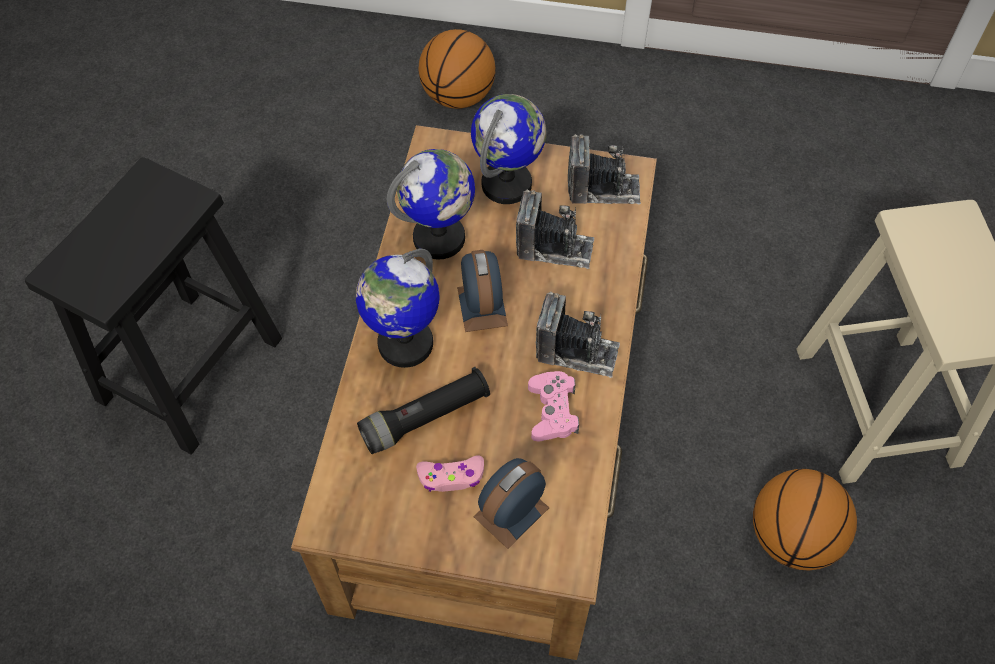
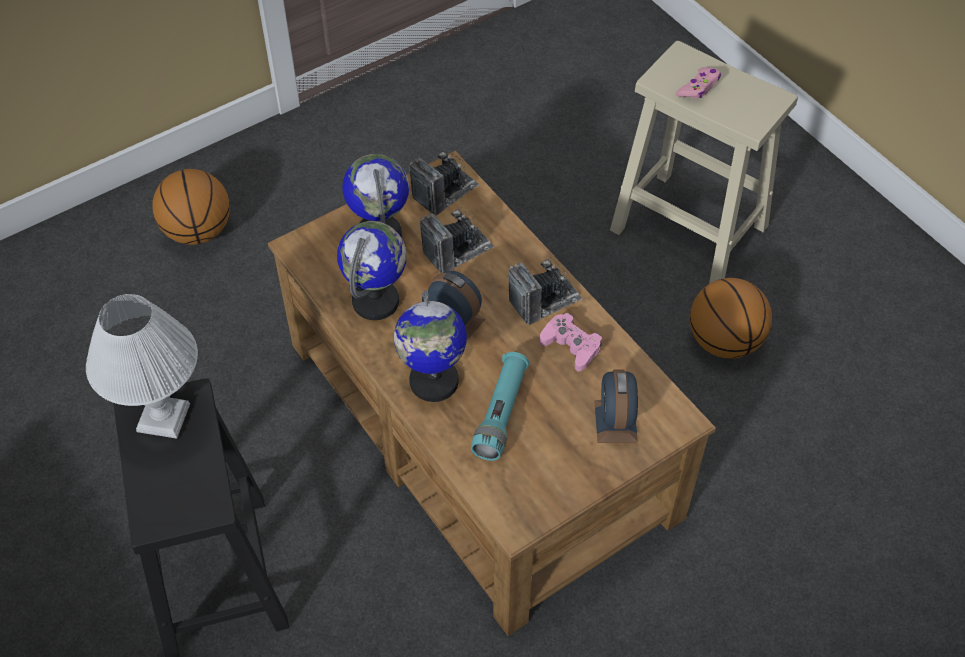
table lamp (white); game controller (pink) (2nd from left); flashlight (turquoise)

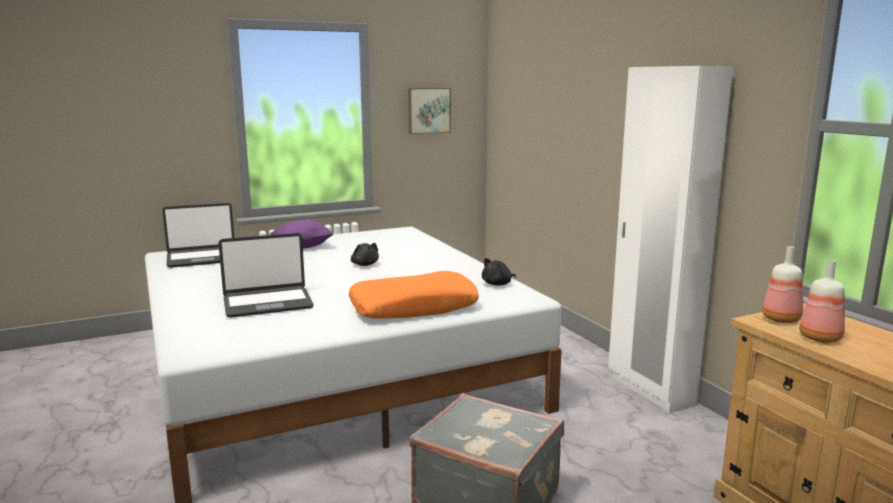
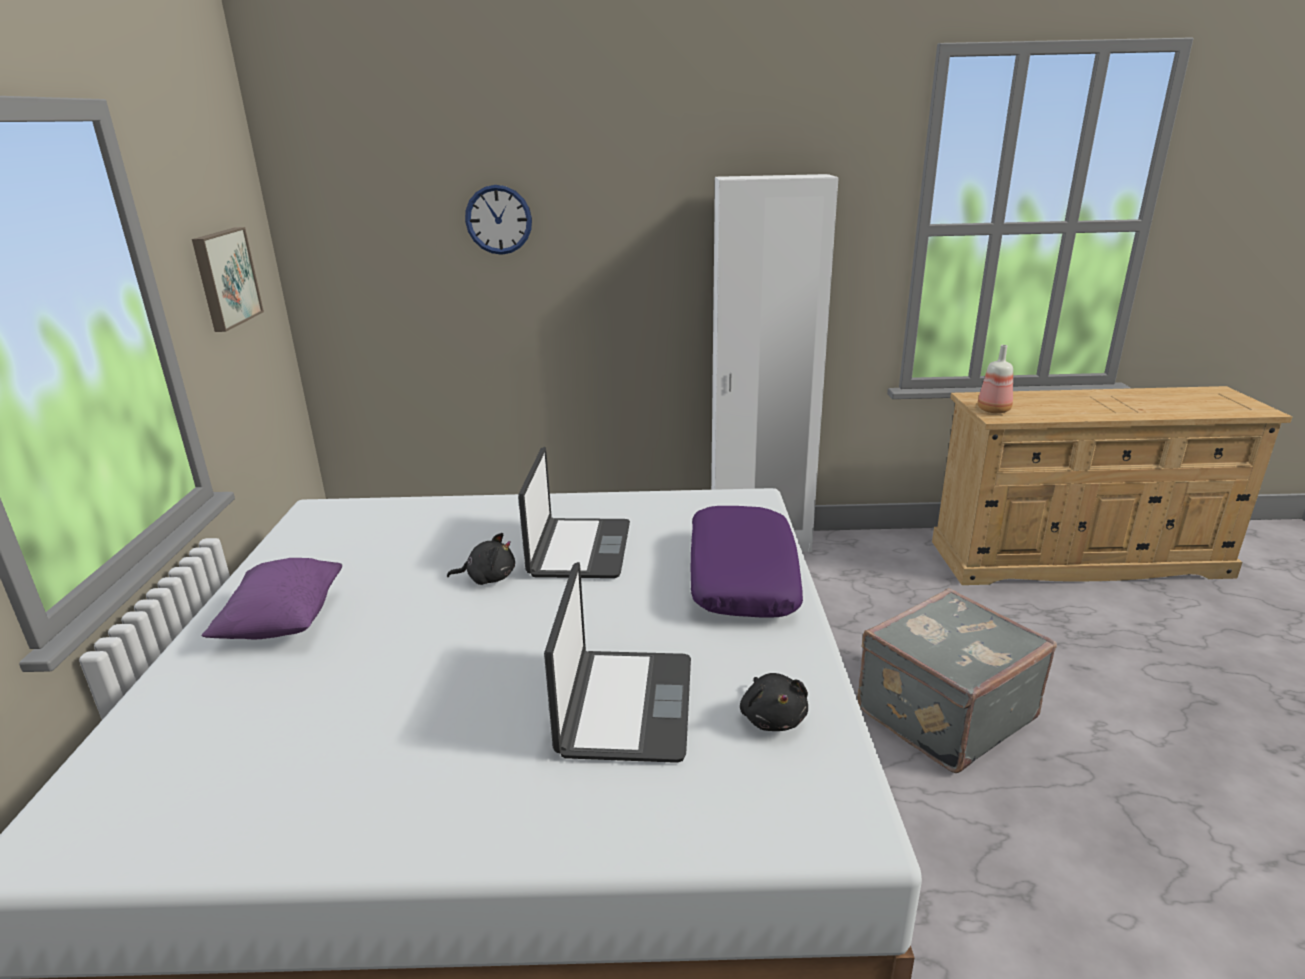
bottle (2nd from left in the first image); wall clock; laptop (1st from left); plush toy (black) (2nd from left); pillow (purple) (2nd from left)

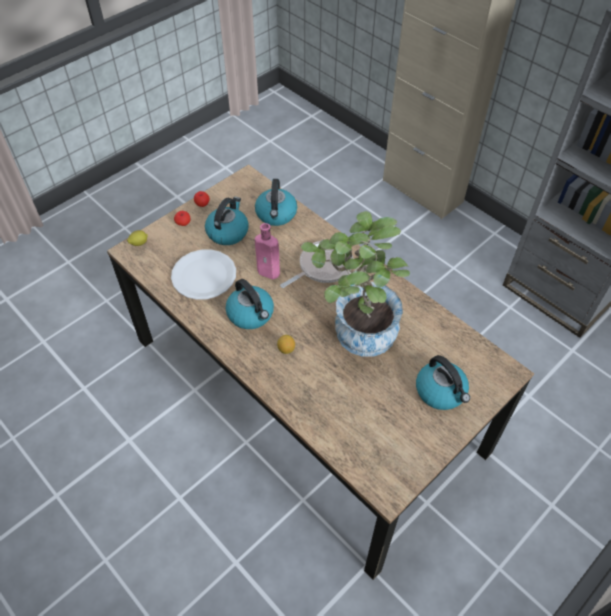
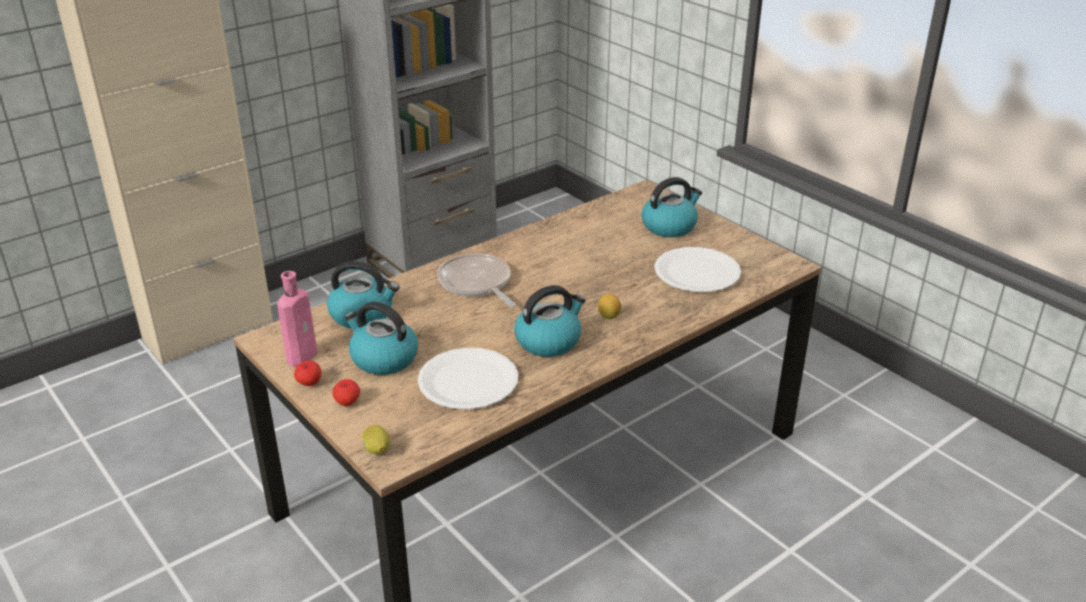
potted plant; plate (white) (2nd from left); bottle (pink)

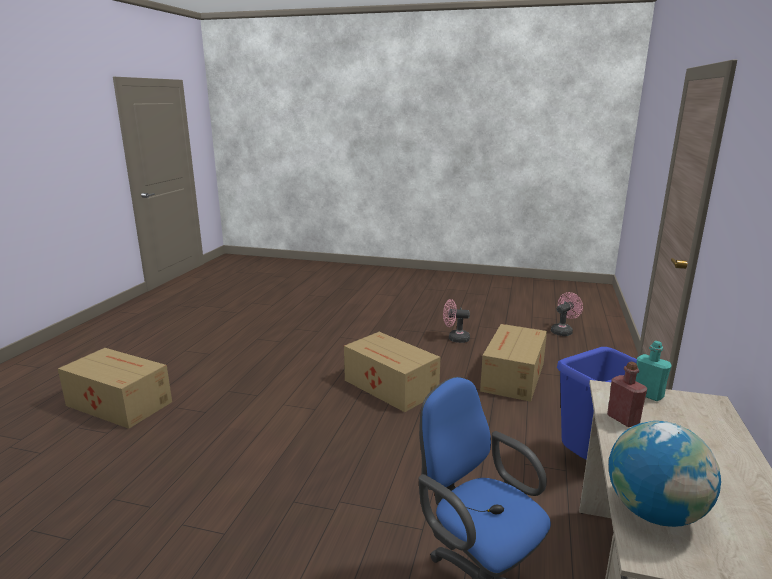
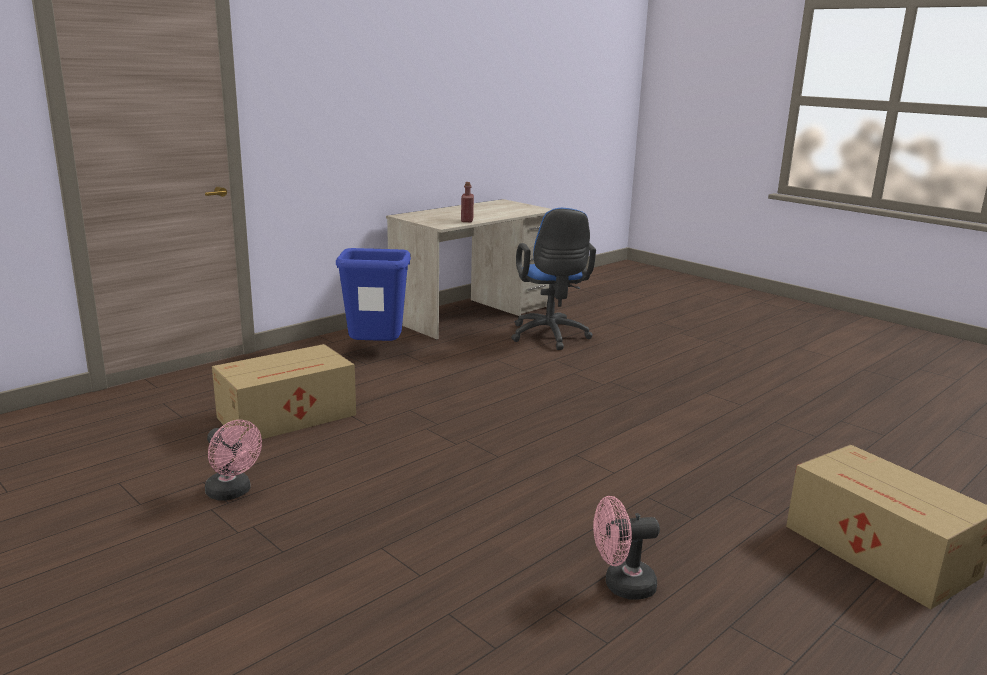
cardboard box (2nd from left in the first image); globe; bottle (turquoise); fan (pink) (2nd from left)

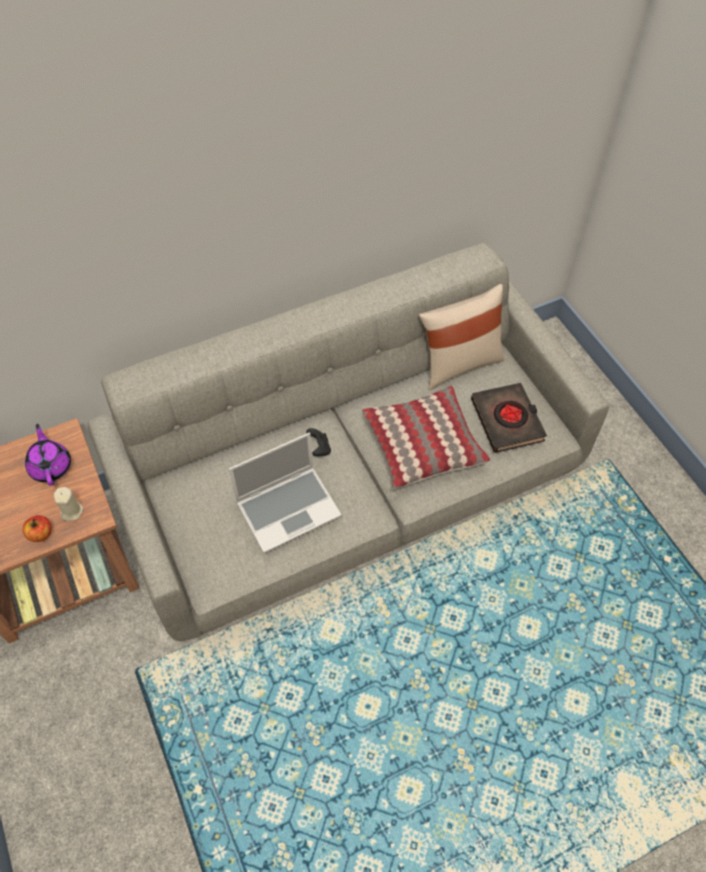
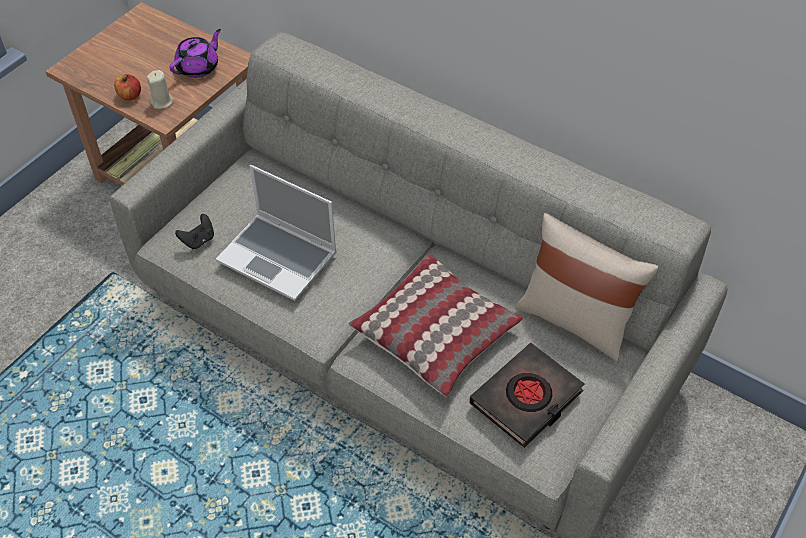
game controller (black)

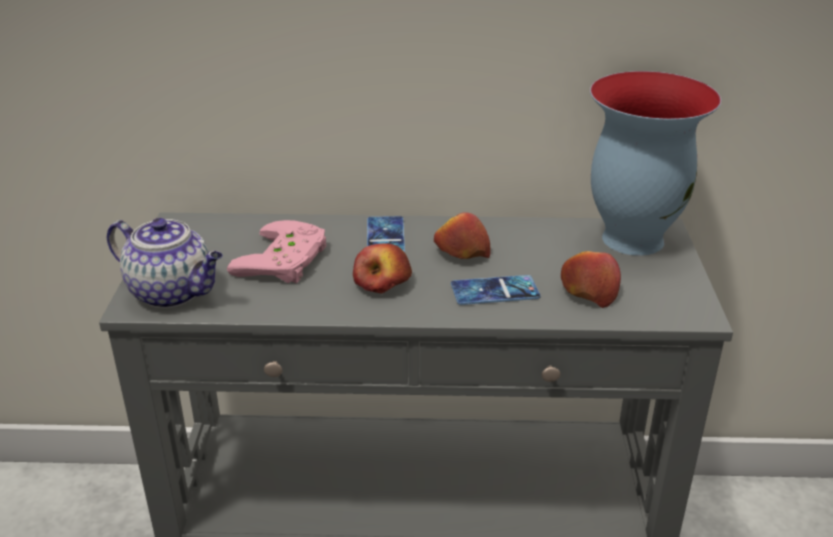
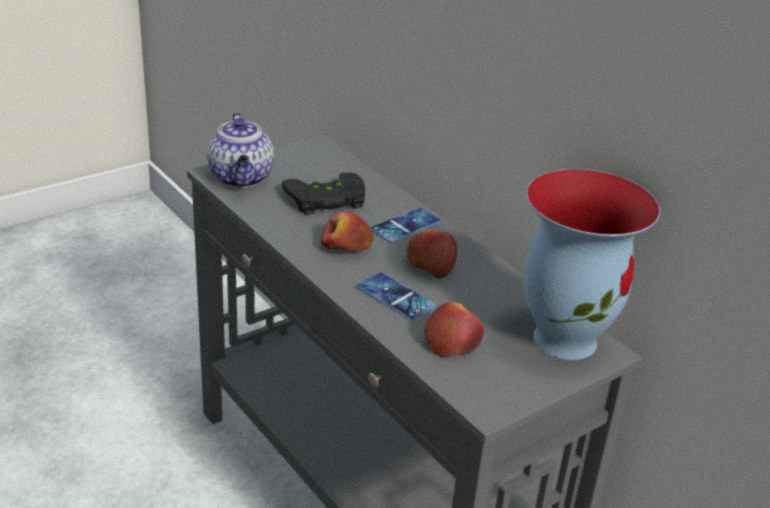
game controller (black)

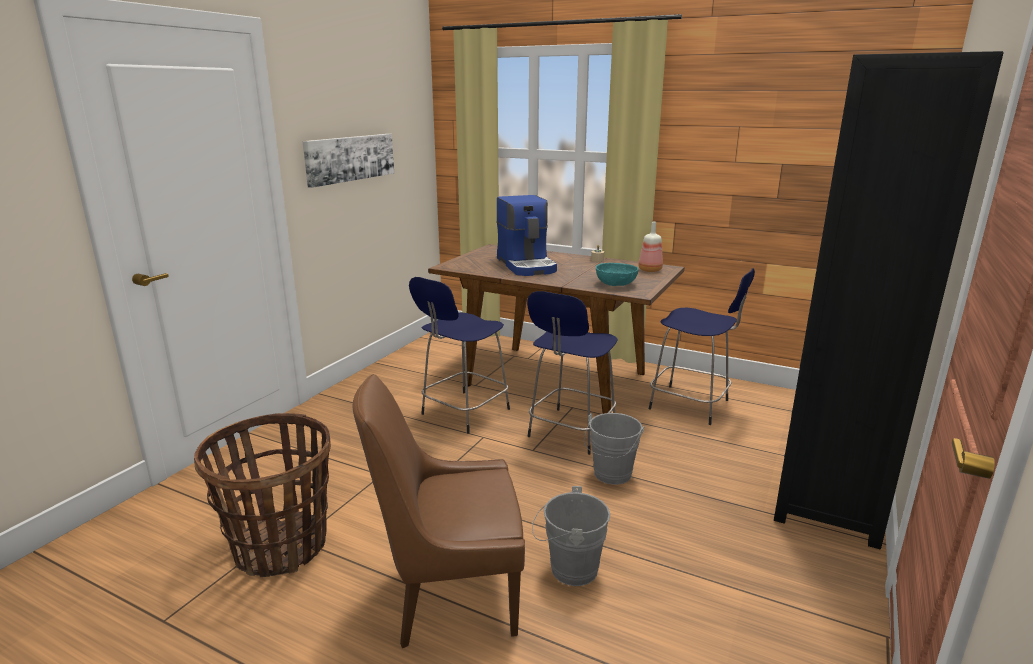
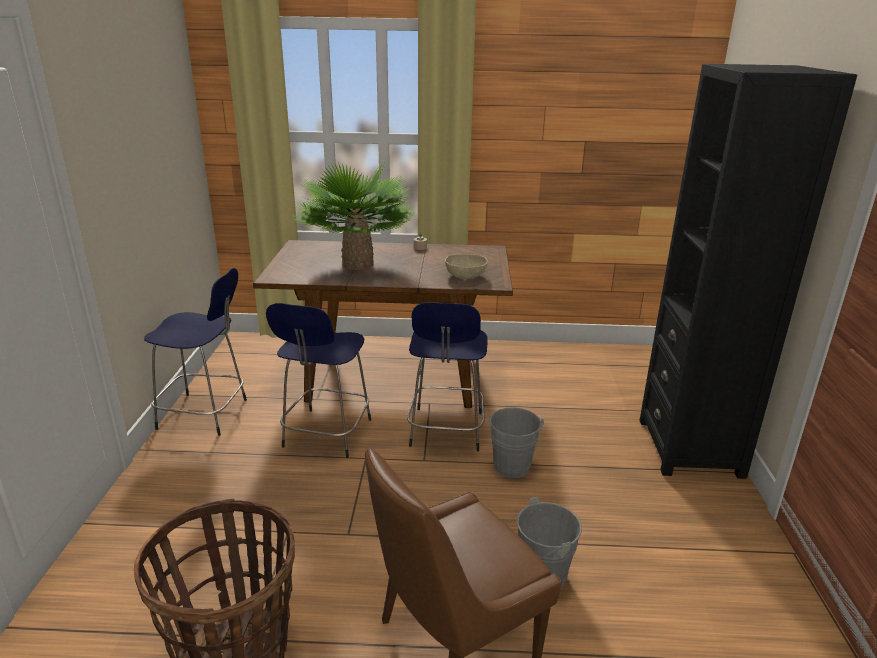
picture; bottle; stool (blue) (1st from left); potted plant; bowl (beige)

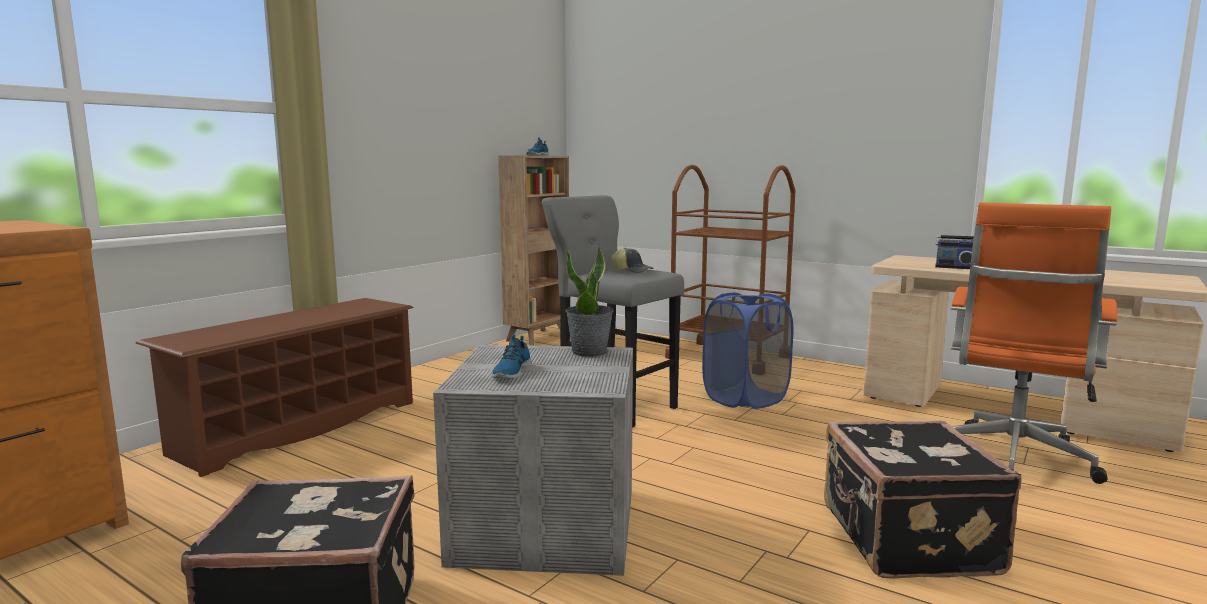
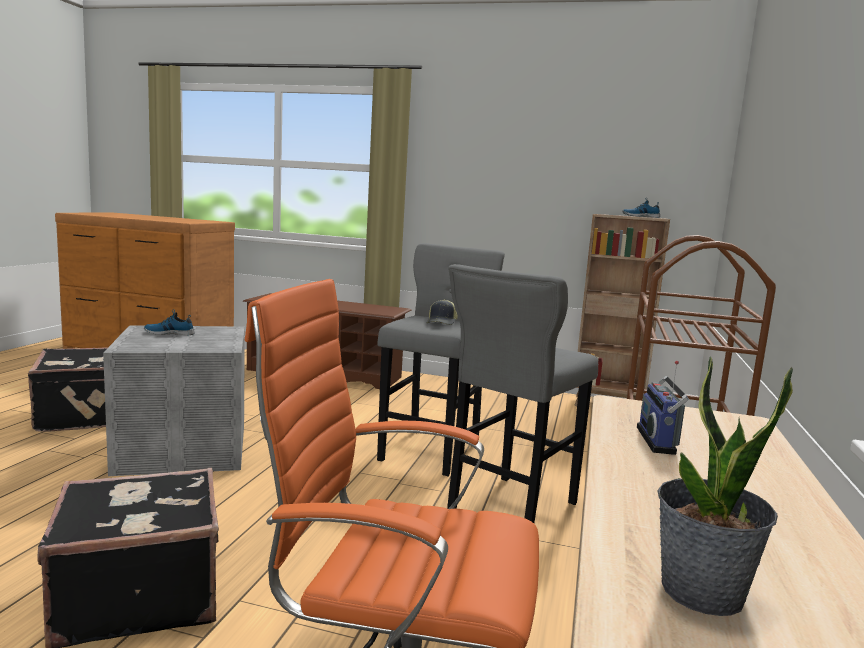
potted plant; stool (grey) (2nd from left)

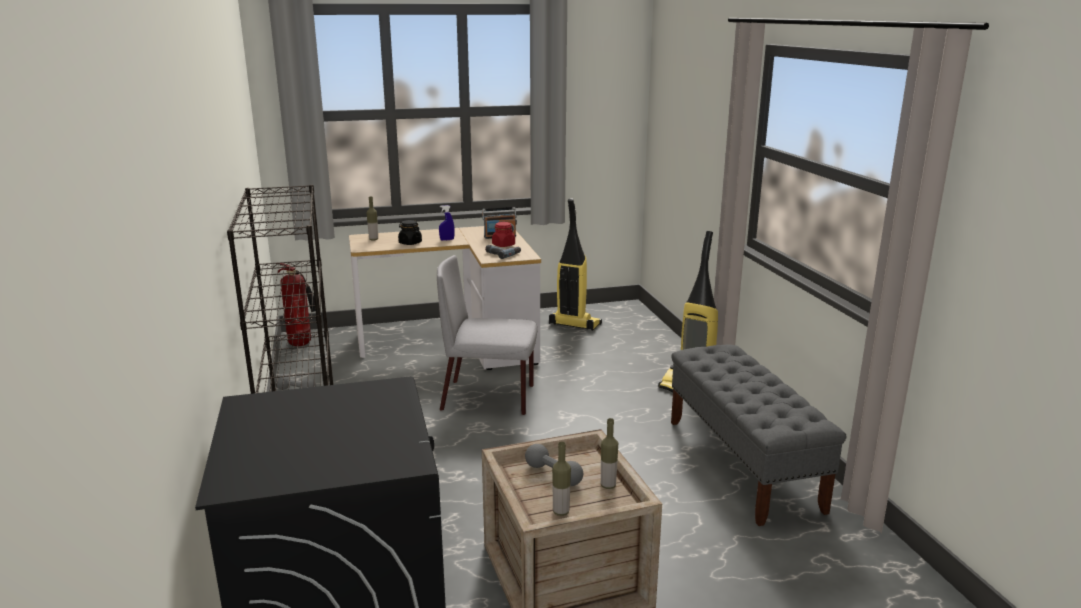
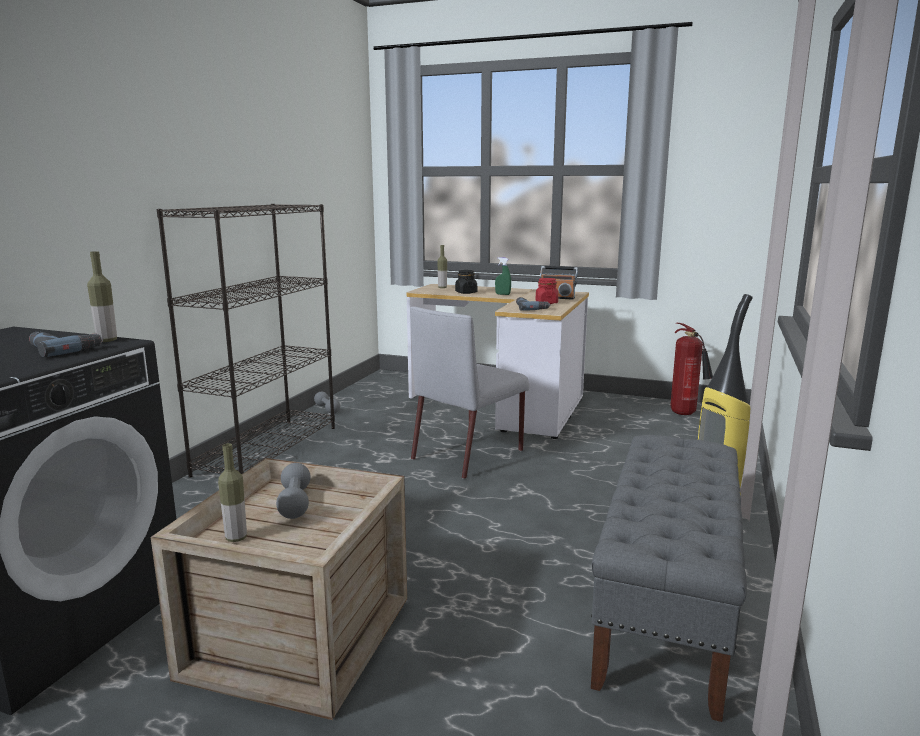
vacuum cleaner (1st from left in the first image); power drill (1st from left); fire extinguisher; bottle (1st from left); spray bottle (green); chair (grey)

